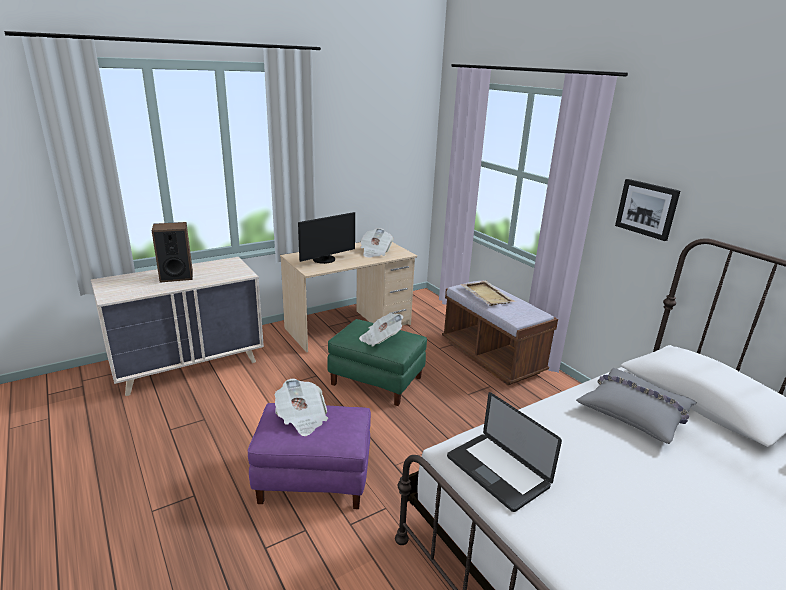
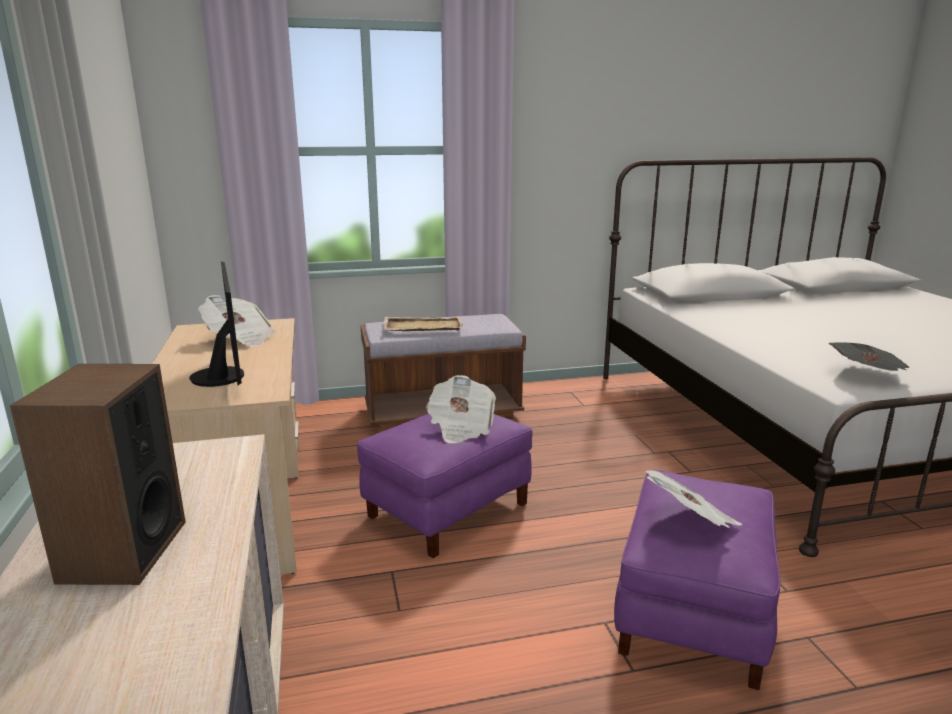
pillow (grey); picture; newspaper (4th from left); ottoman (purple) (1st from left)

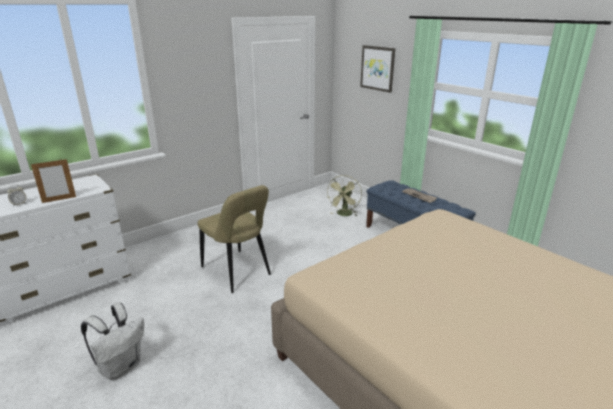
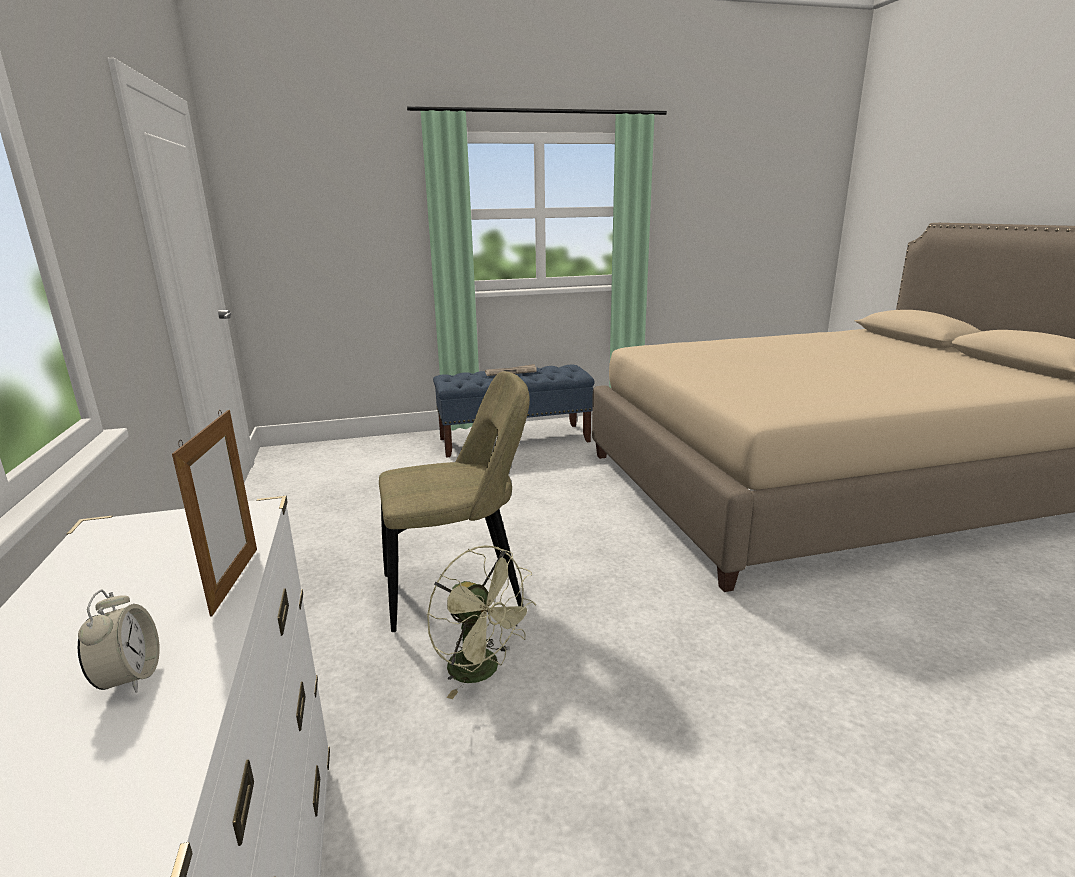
backpack (white); picture; fan (green)

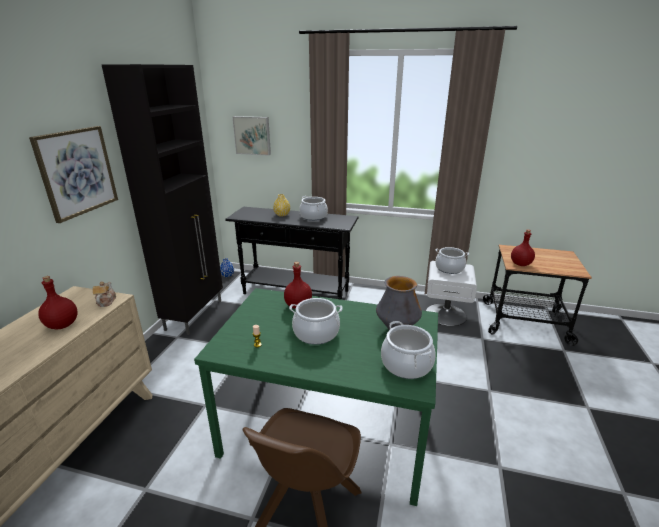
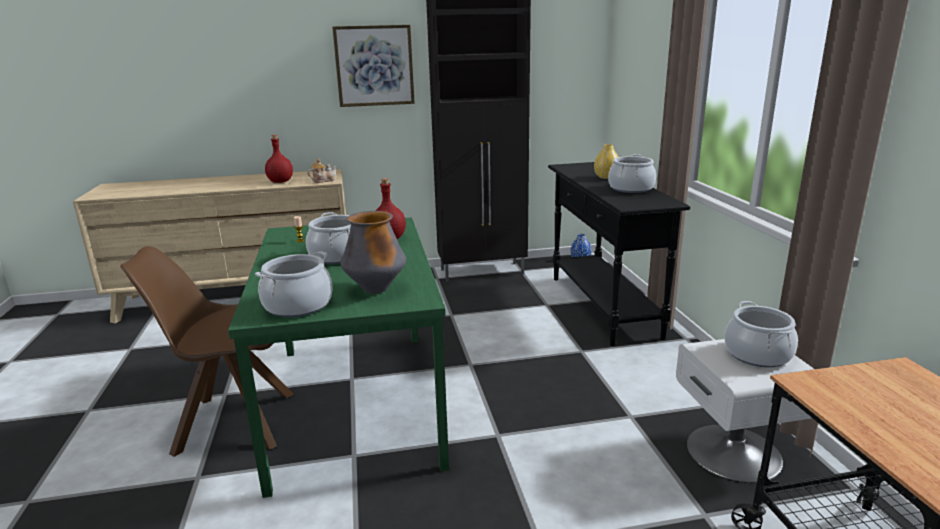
picture (2nd from left in the first image); bottle (red) (3rd from left in the first image)

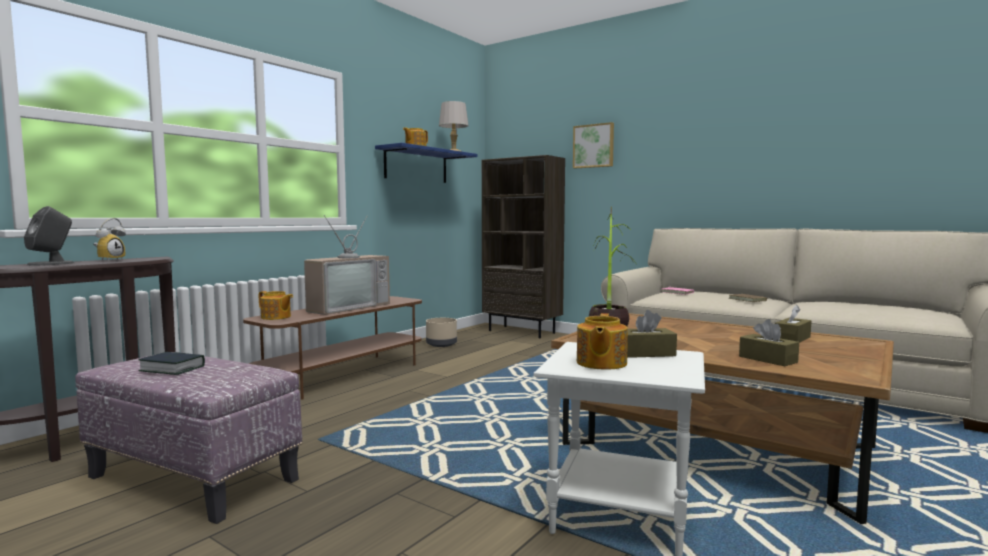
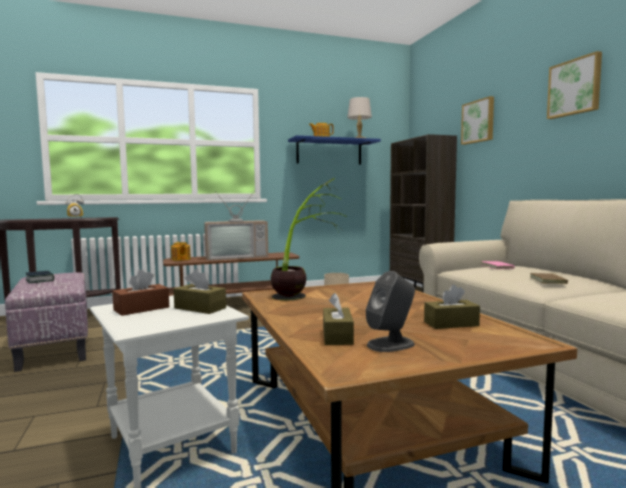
picture (2nd from left); speaker (grey); tissue box (brown) (1st from left)

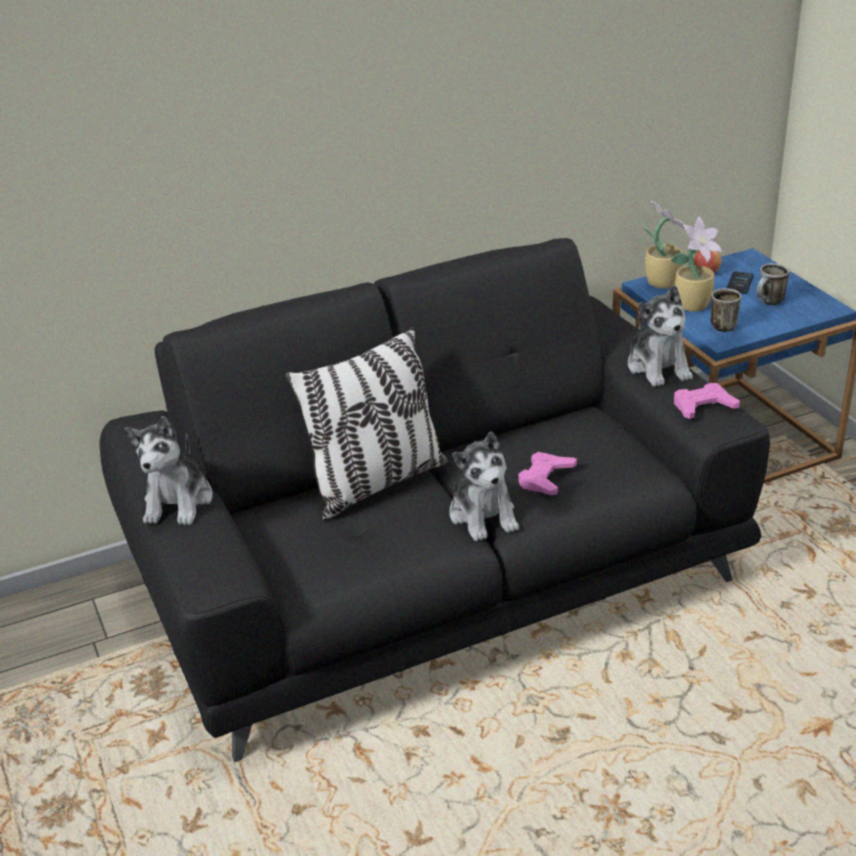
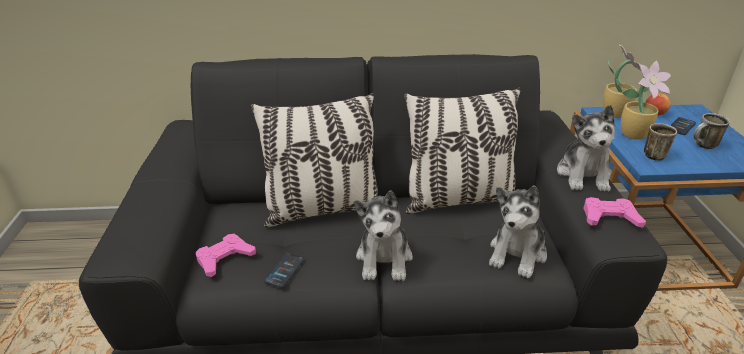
phone (1st from left); pillow (2nd from left); plush toy (2nd from left); game controller (pink) (1st from left)

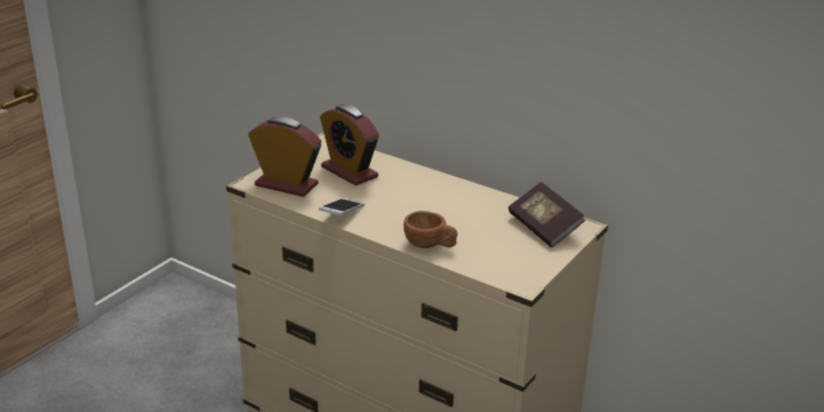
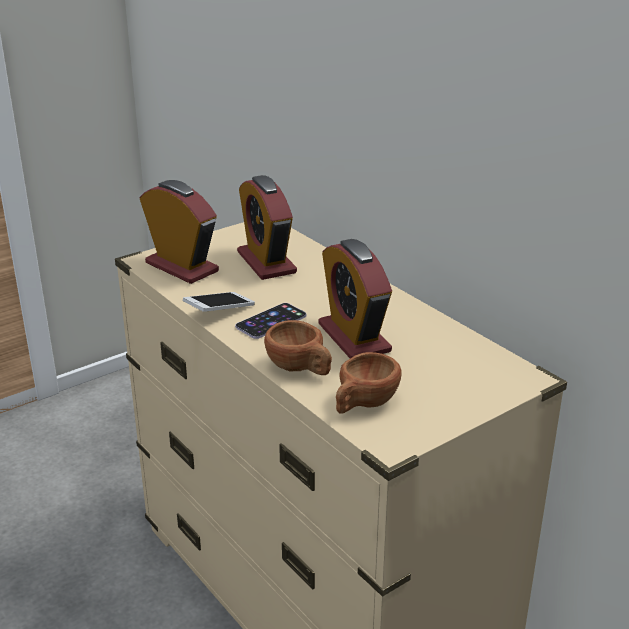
book; phone (2nd from left); alarm clock (3rd from left); cup (brown) (2nd from left)

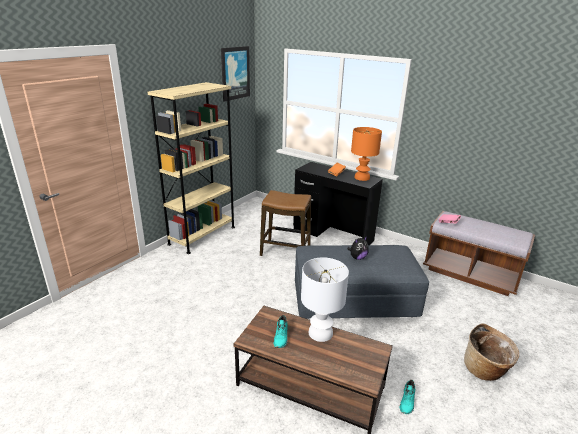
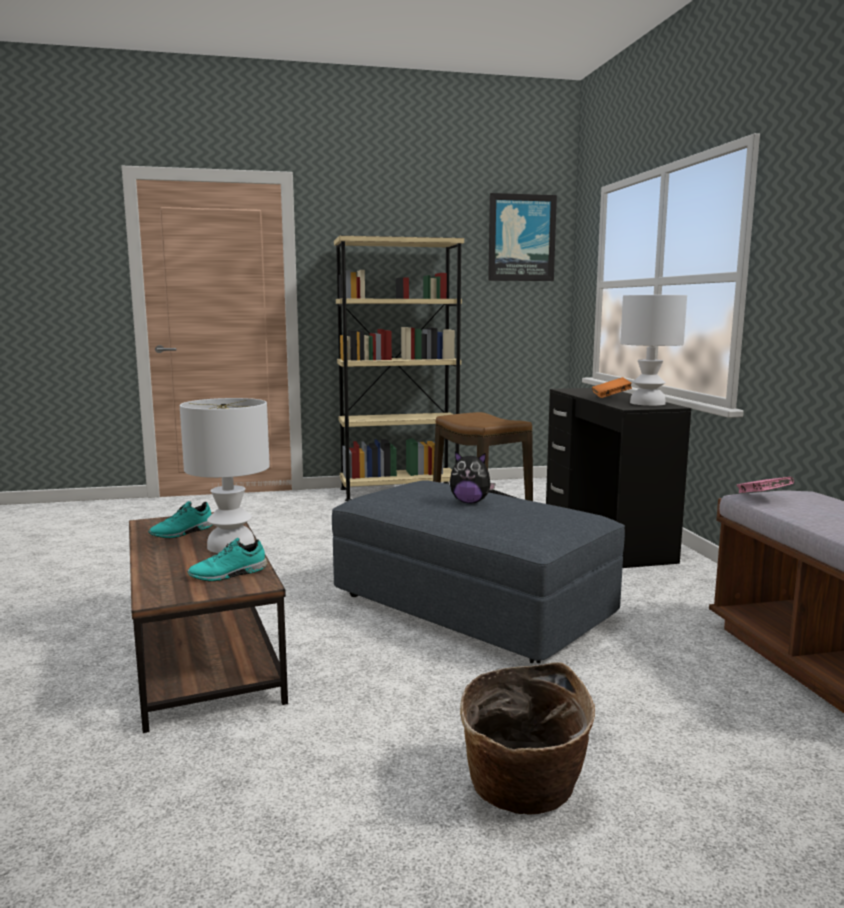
shoe (turquoise) (2nd from left); table lamp (white) (2nd from left)

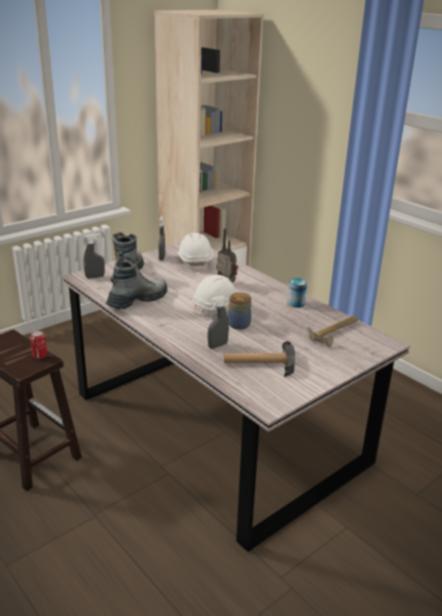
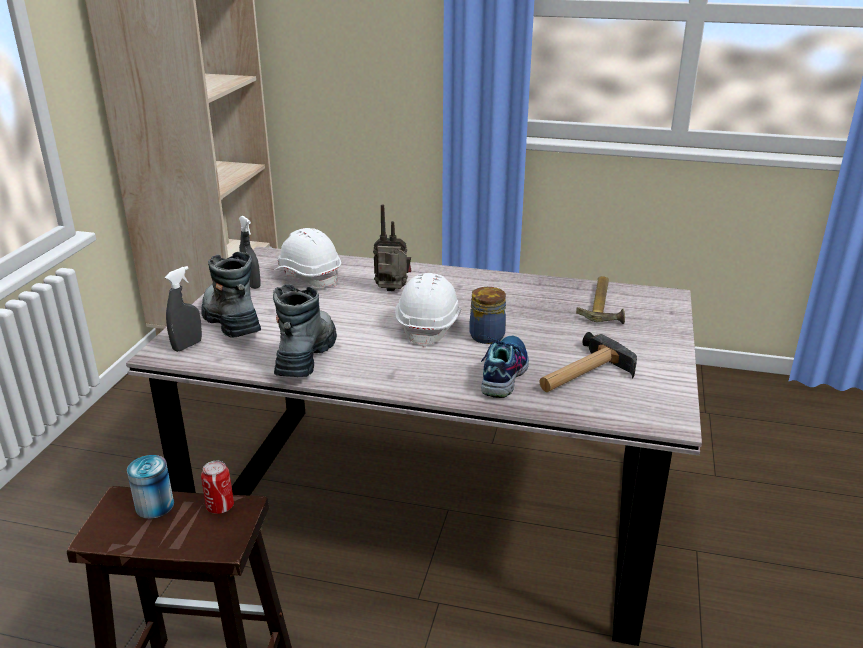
can (1st from left); shoe

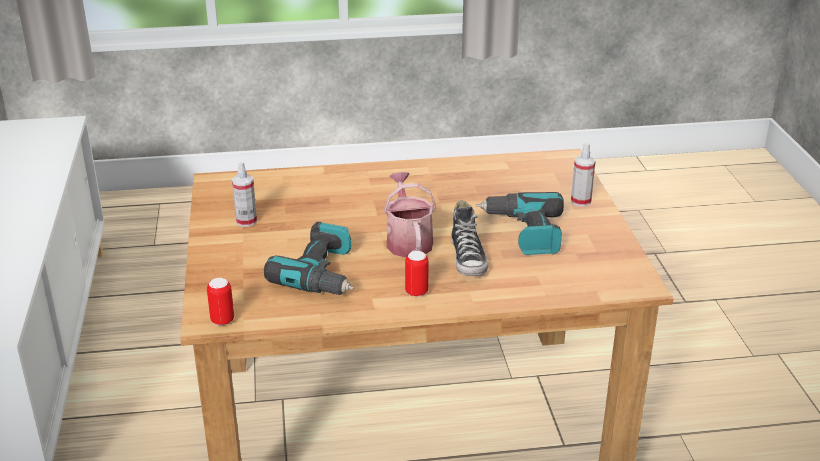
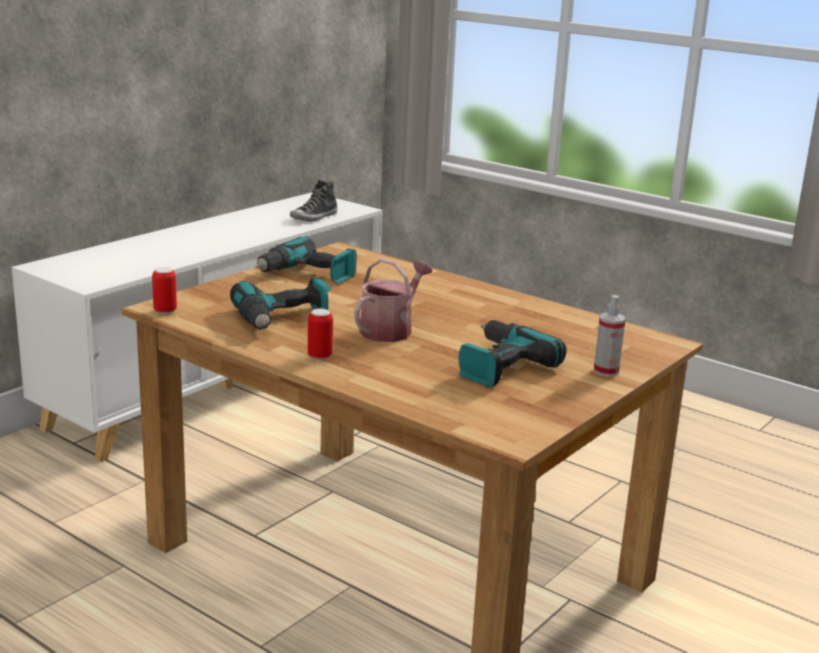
shoe; power drill (2nd from left)

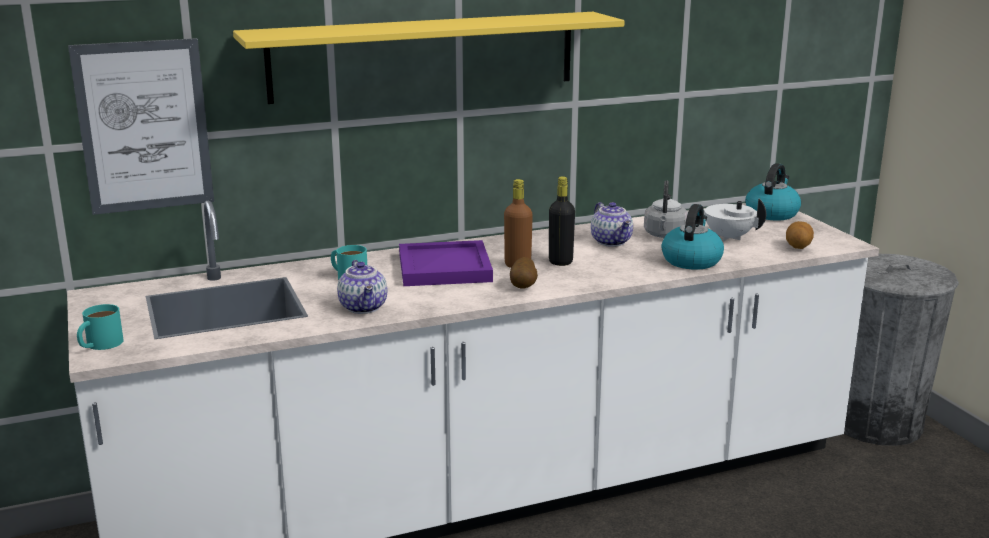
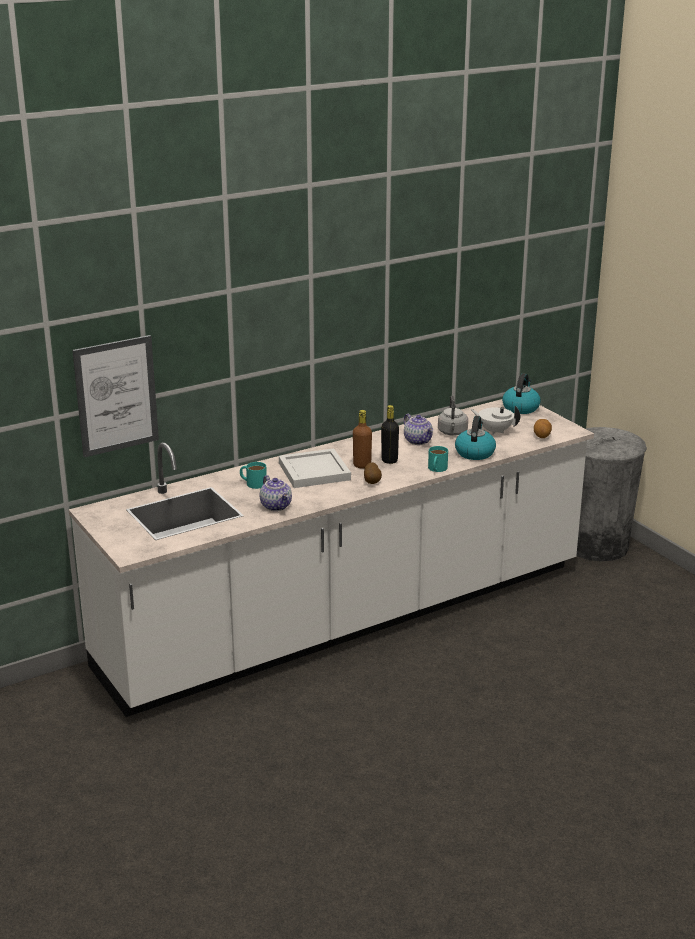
shelf (yellow); mug (turquoise) (2nd from left); tray (white)

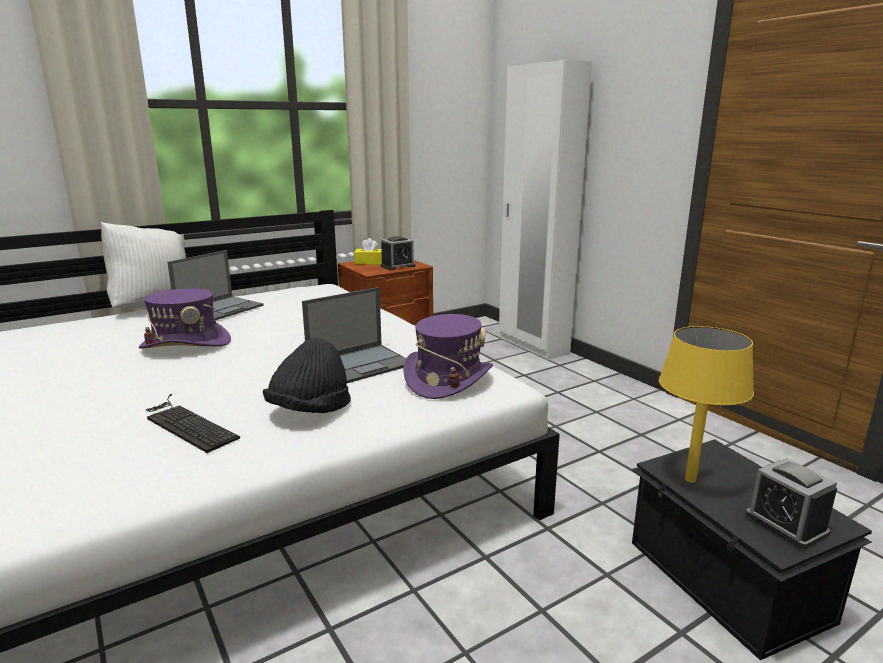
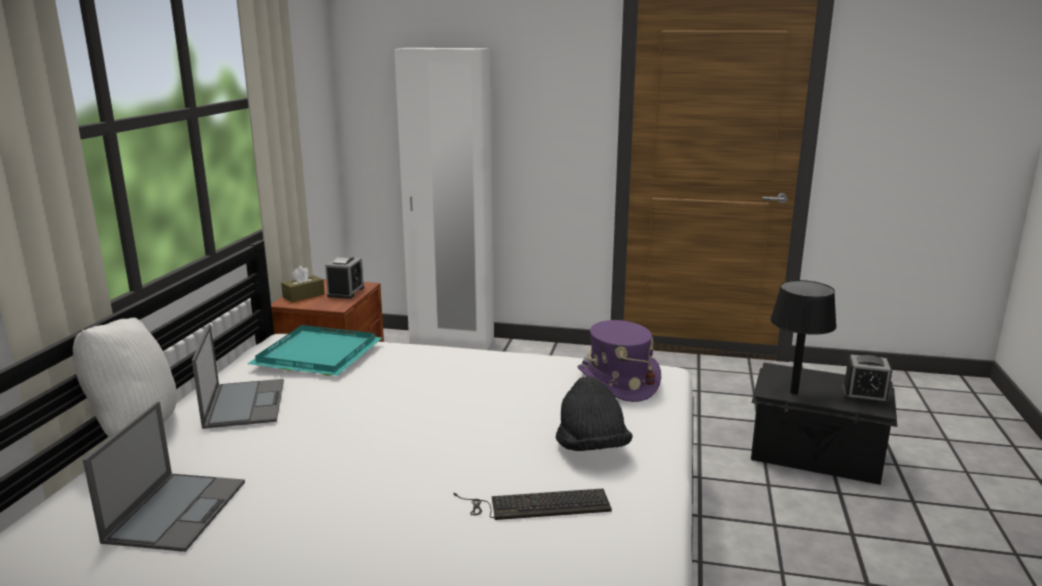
hat (purple) (1st from left in the first image); tray (turquoise); laptop (1st from left); tissue box (brown); table lamp (black)

